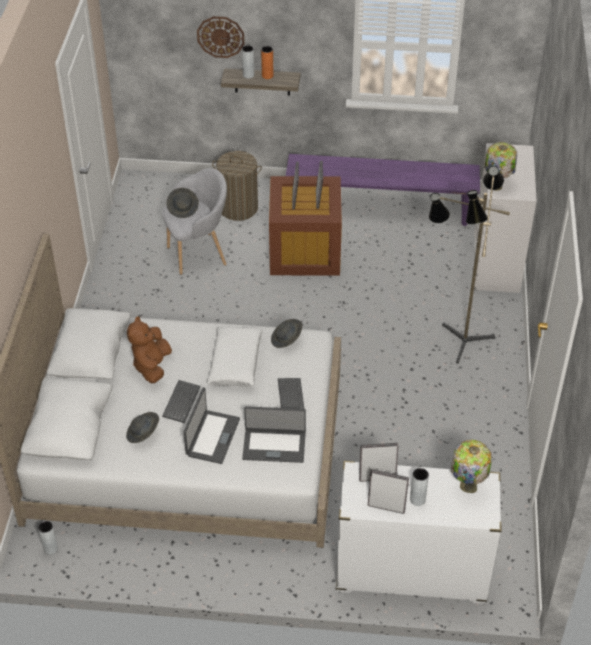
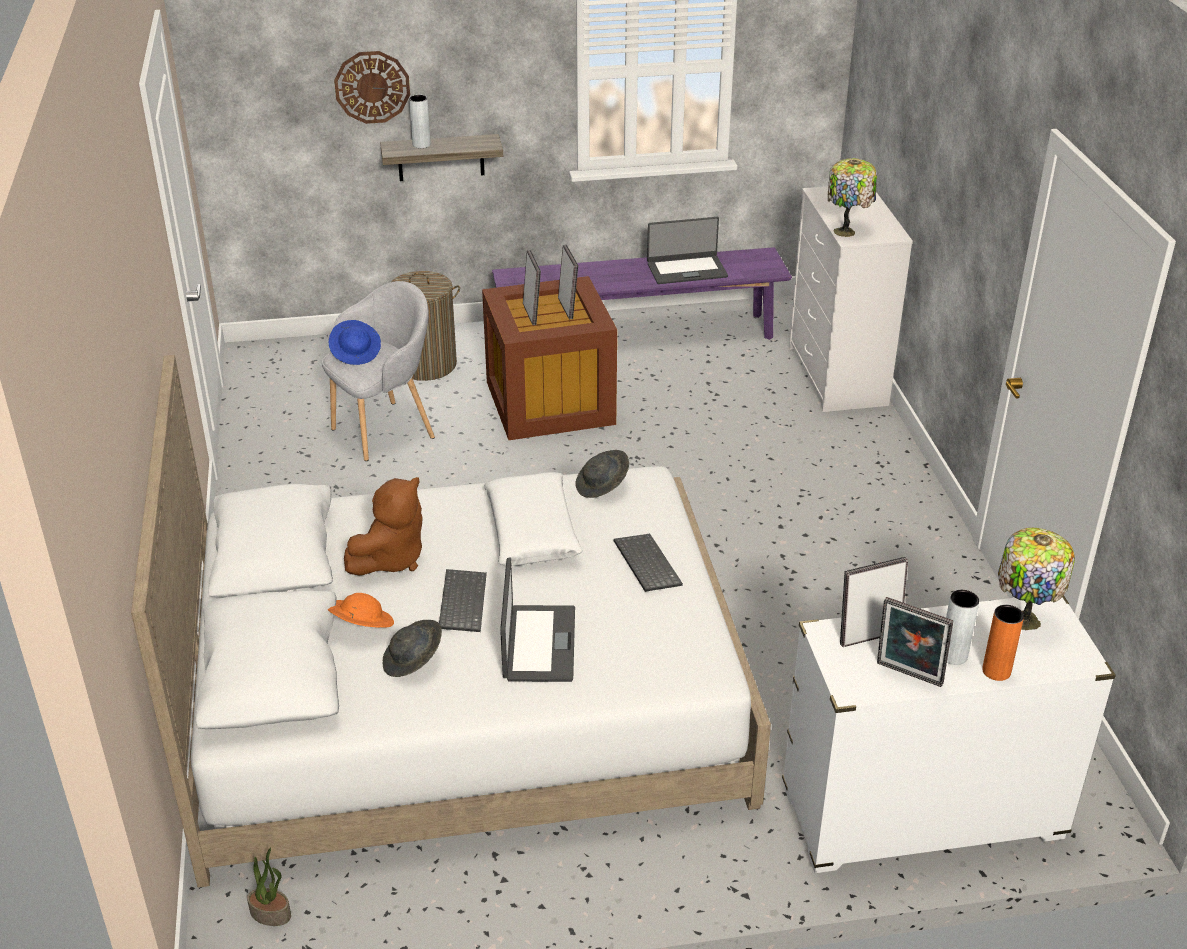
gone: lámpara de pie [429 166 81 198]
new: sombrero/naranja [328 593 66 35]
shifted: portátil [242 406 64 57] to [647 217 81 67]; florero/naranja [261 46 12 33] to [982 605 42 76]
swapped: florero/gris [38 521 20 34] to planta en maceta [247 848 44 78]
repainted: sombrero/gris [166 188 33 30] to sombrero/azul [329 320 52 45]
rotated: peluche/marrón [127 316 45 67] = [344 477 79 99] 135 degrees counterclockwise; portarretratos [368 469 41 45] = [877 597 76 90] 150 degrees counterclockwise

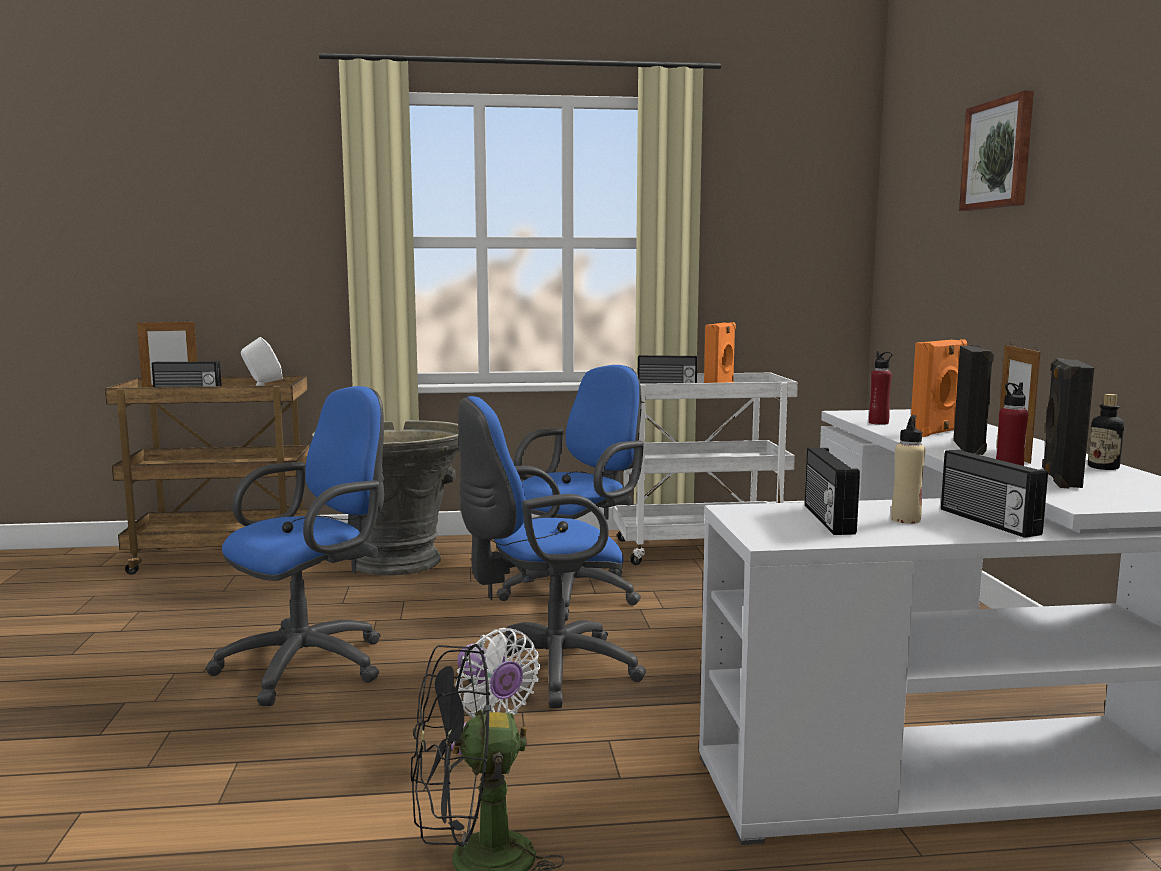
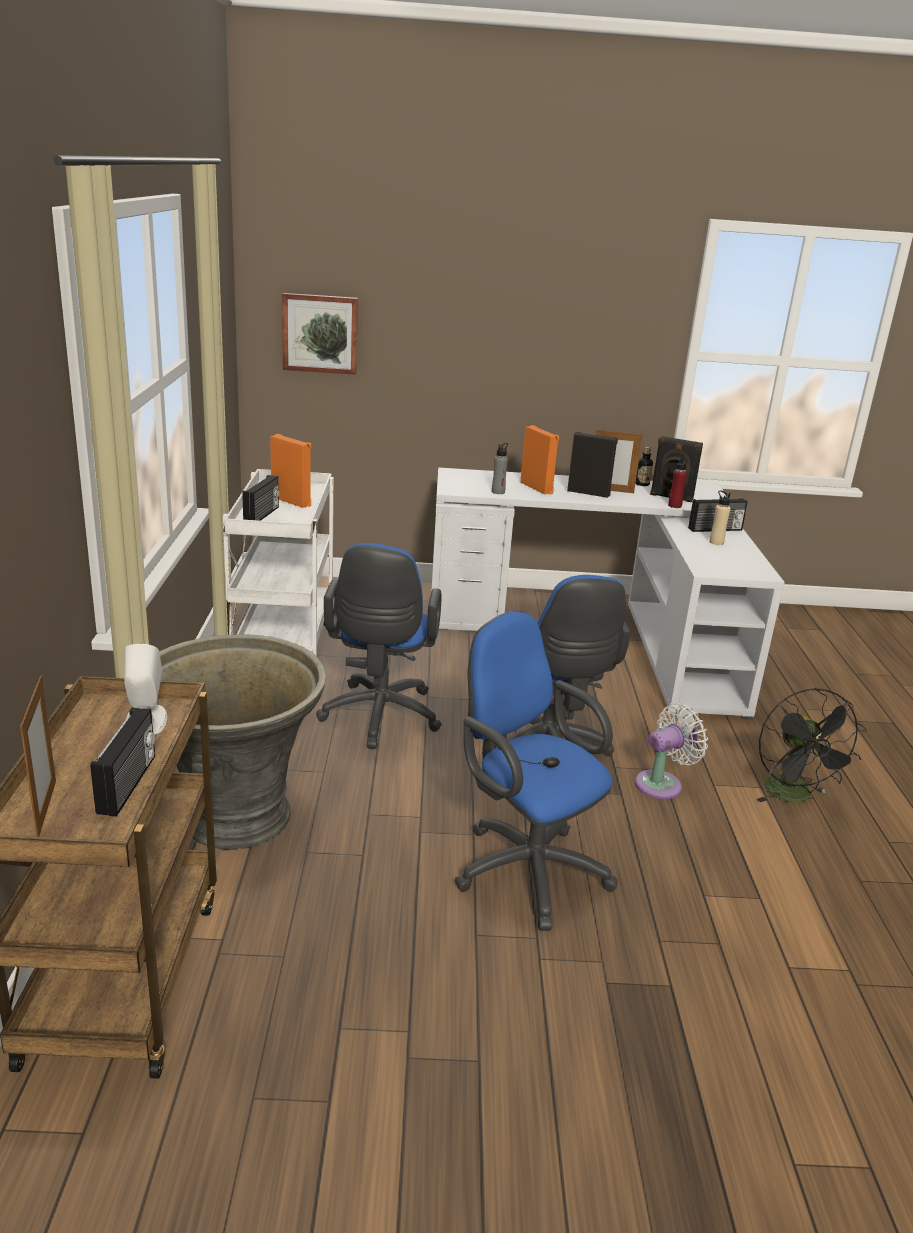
gone: radio [805 447 55 88]
shifted: cuadro [959 91 75 120] to [282 293 76 82]
repainted: botella/rojo [869 351 24 74] to botella/gris [492 443 16 51]
rotated: silla de oficina/azul [497 365 147 256] = [316 543 126 206] 135 degrees counterclockwise

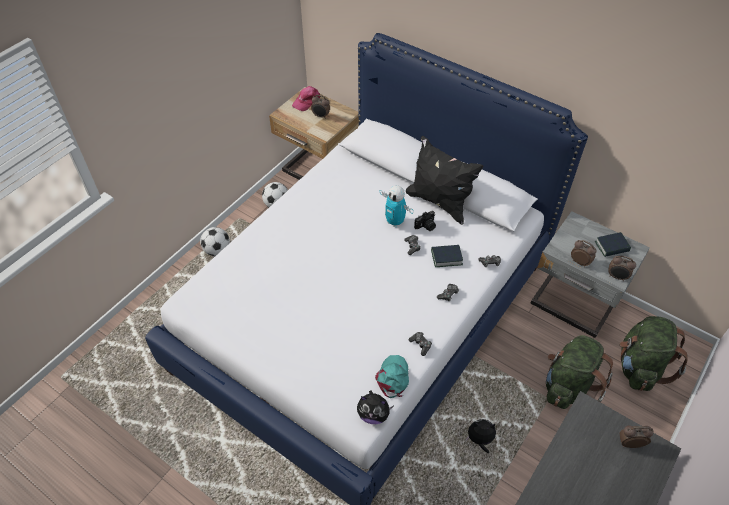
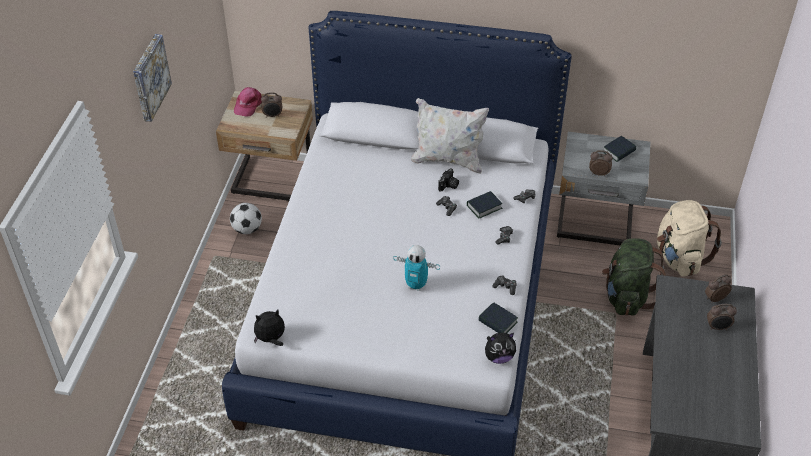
gone: balón de fútbol [200 227 30 29]
new: cuadro [133 34 39 88]
shifted: robot de juguete [379 186 35 42] to [393 245 47 46]; peluche [466 419 30 34] to [254 310 31 36]; despertador [608 255 28 26] to [707 304 30 26]
swapped: gorra/turquesa [375 355 34 43] to libro [478 302 40 31]
repainted: cojín/negro [406 136 77 89] to cojín/blanco [411 98 78 76]; mochila/verde [619 316 68 75] to mochila/beis [657 200 64 77]

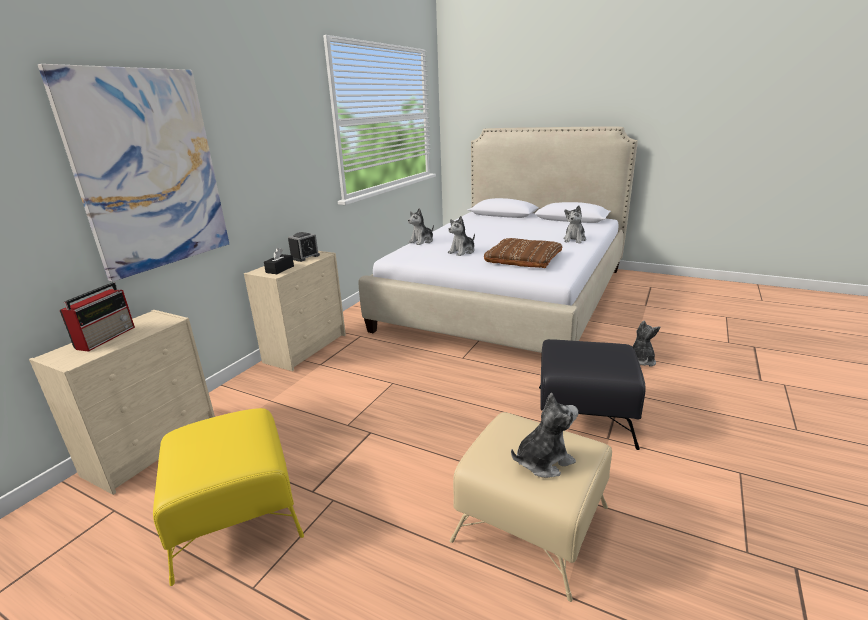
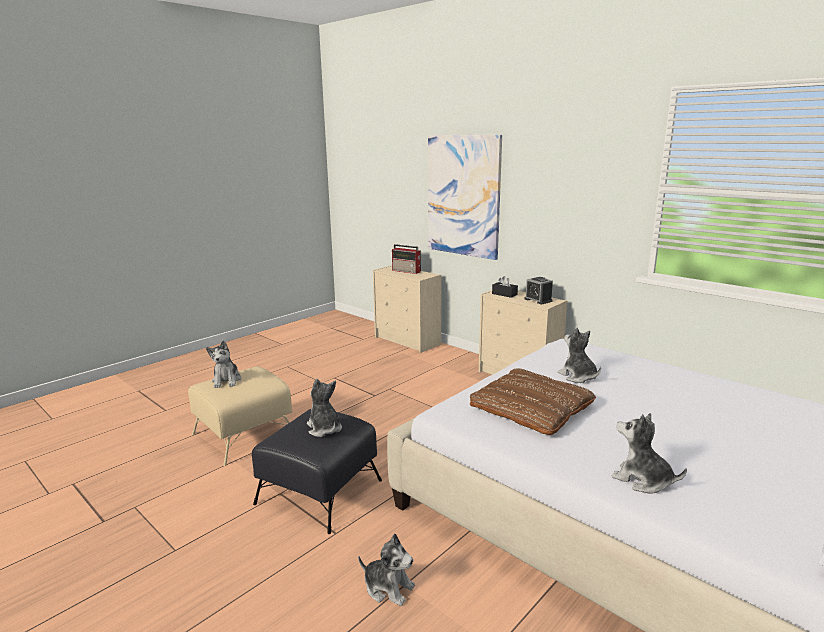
gone: puf/amarillo [153 408 151 178]
shifted: peluche [408 208 26 37] to [307 379 35 58]

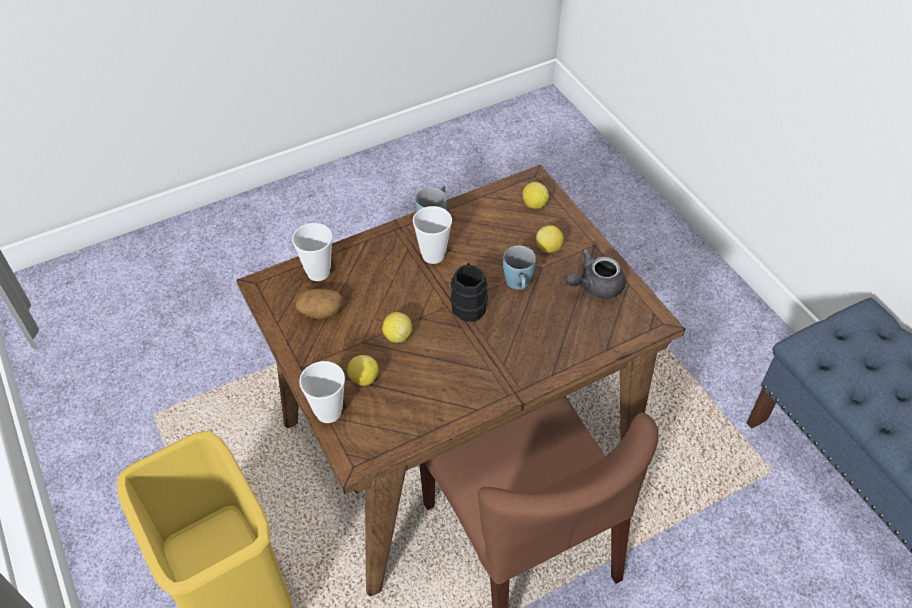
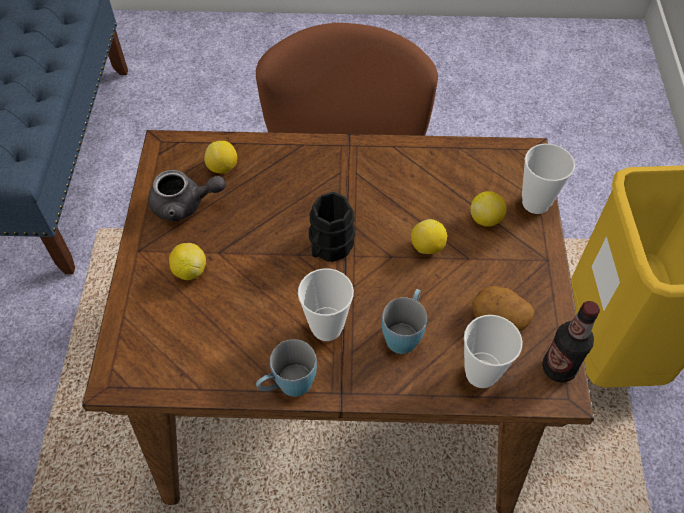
new: botella [542 301 58 82]
shifted: taza grande/azul [503 245 33 45] to [382 289 45 65]; limón [522 182 27 27] to [204 141 33 33]

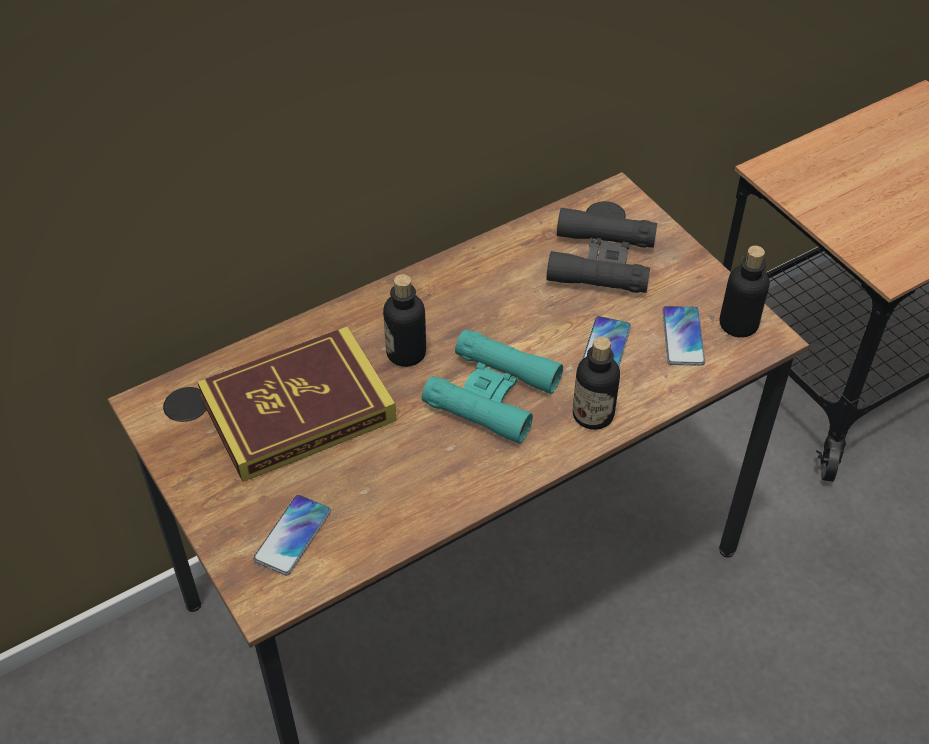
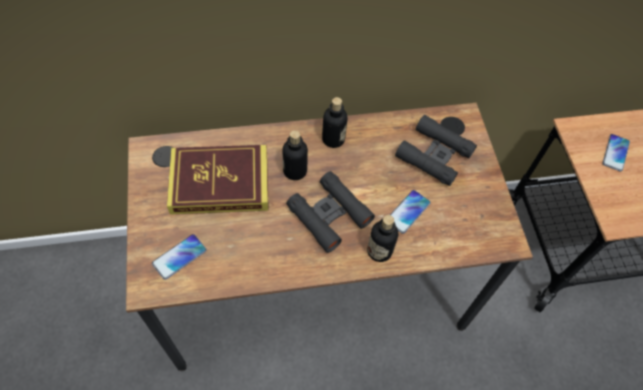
shifted: móvil [662 306 43 60] to [602 134 28 38]; botella [720 246 50 92] to [322 97 26 51]
repainted: prismáticos/turquesa [422 329 141 115] to prismáticos/negro [286 171 89 82]

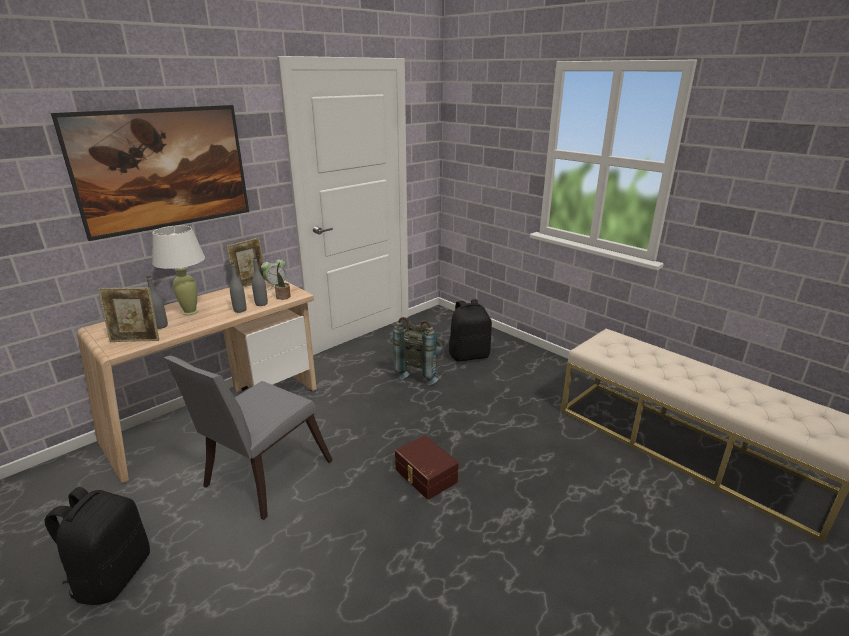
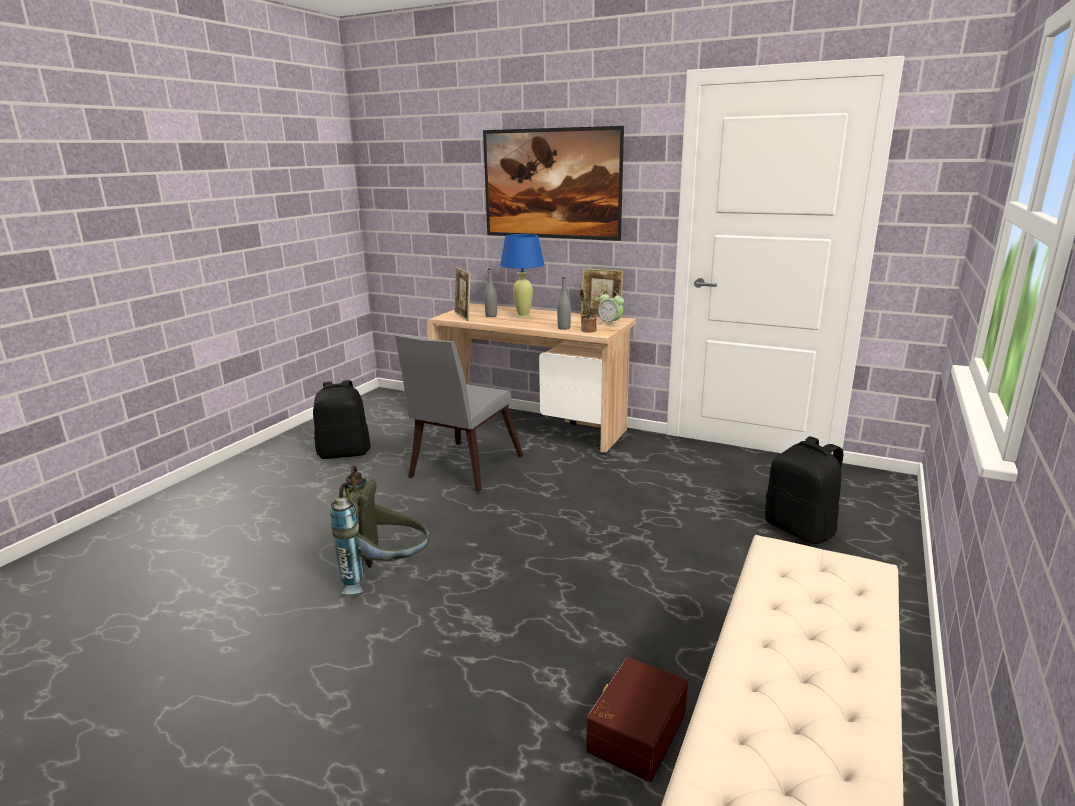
gone: botella/gris [230 263 17 50]
shifted: mochila/gris [393 317 50 68] to [331 465 99 129]; caja de almacenaje/marrón [395 435 64 65] to [586 657 102 125]
repainted: lámpara de mesa/blanco [152 225 53 90] to lámpara de mesa/azul [500 234 44 84]
rotated: silla/gris [164 356 169 164] = [395 335 128 157] 75 degrees counterclockwise

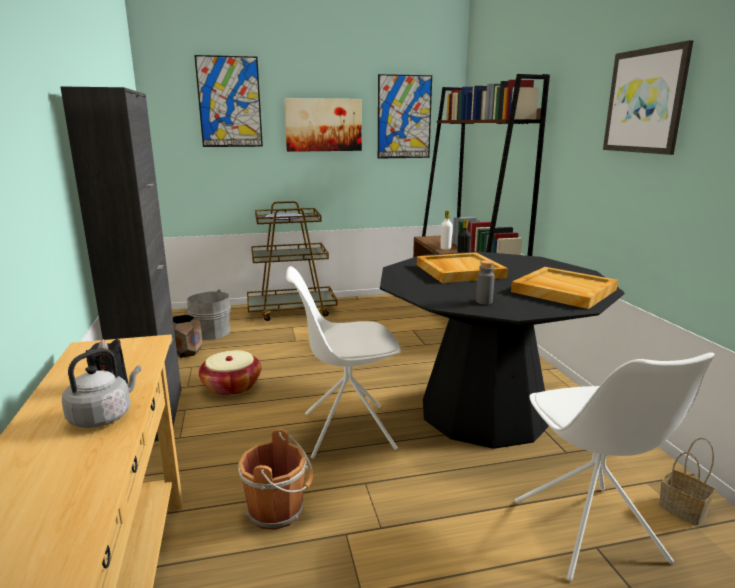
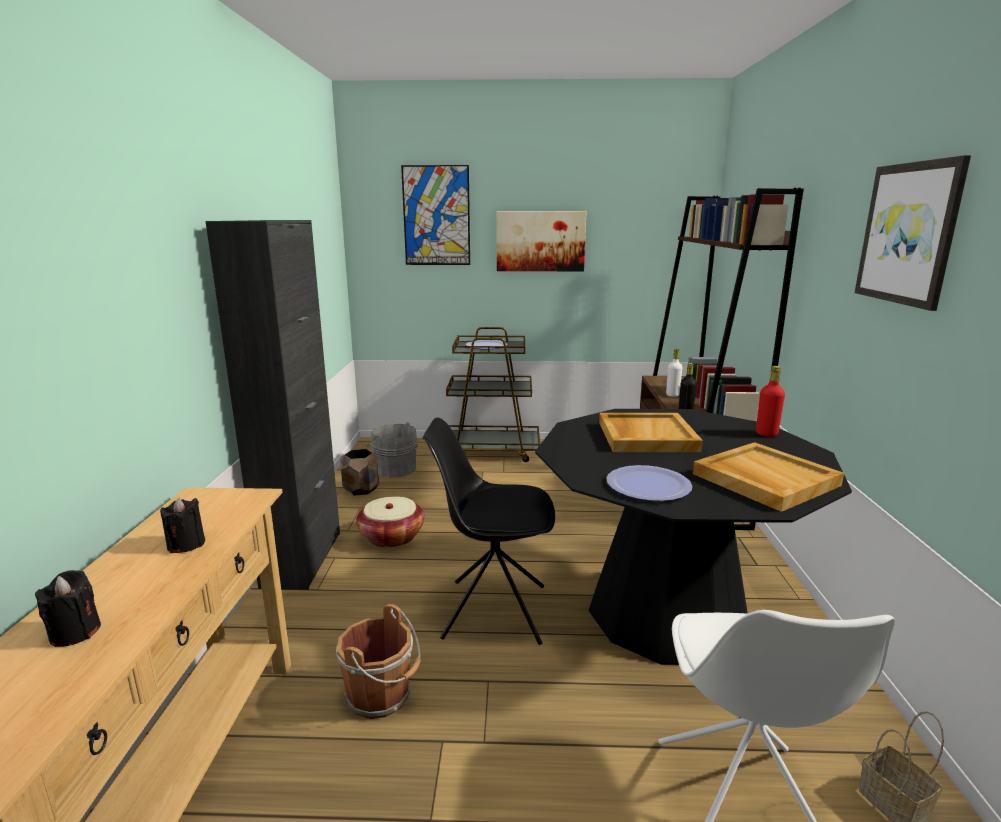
gone: hervidor/gris [62 348 79 80]; cuadro [378 74 54 85]
new: vela/negro [35 570 66 77]; botella/rojo [756 366 29 71]
swapped: botella/gris [476 260 19 44] to plato [606 465 86 36]
repainted: silla/blanco [286 266 115 193] to silla/negro [422 418 133 227]

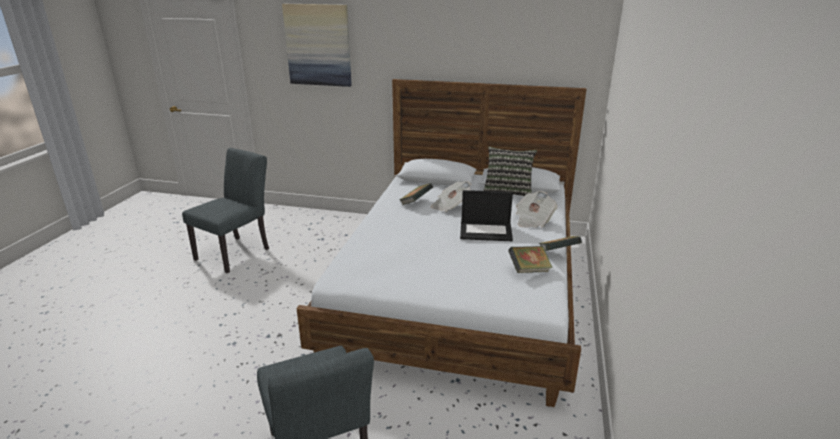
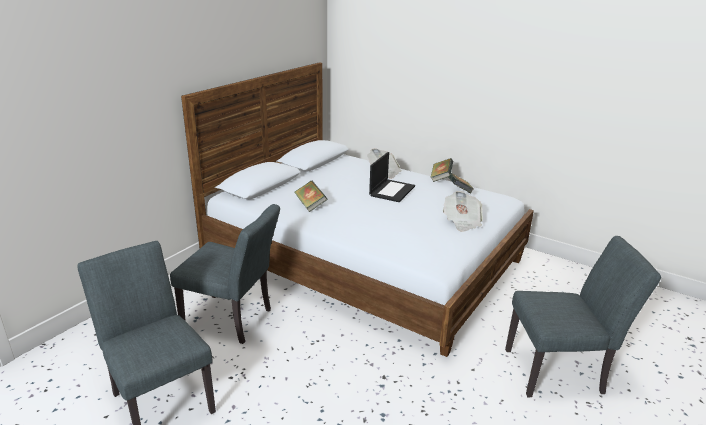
gone: cuadro [282 4 70 83]; cojín [483 147 54 49]
new: silla/gris [170 204 110 140]
shifted: periódico [431 181 40 31] to [443 191 40 41]

